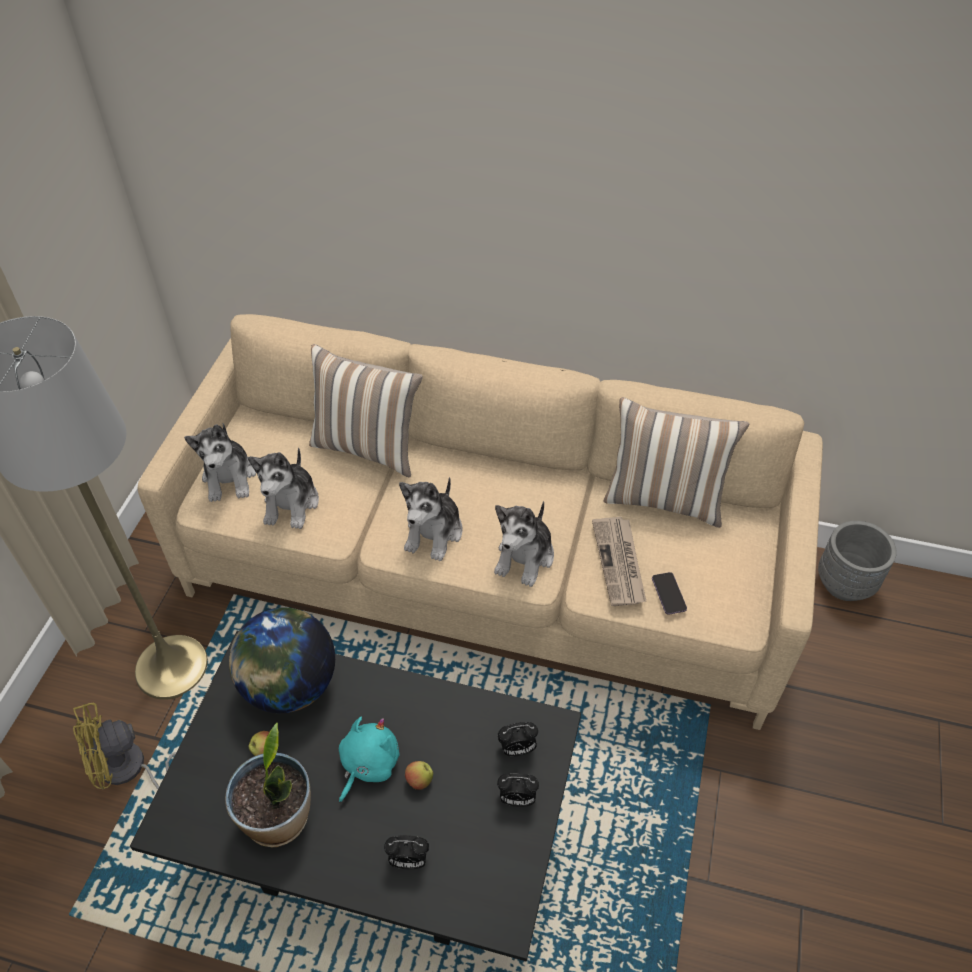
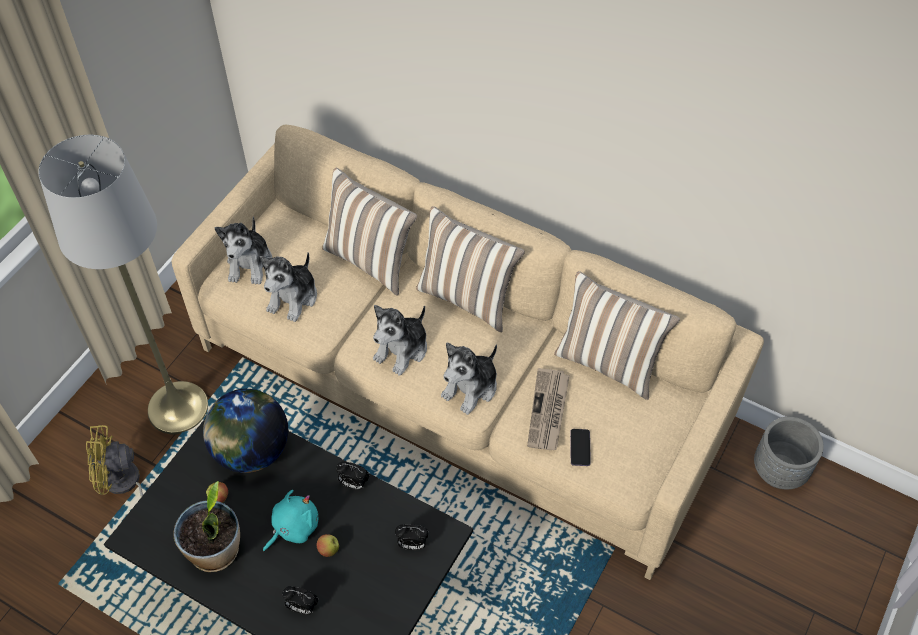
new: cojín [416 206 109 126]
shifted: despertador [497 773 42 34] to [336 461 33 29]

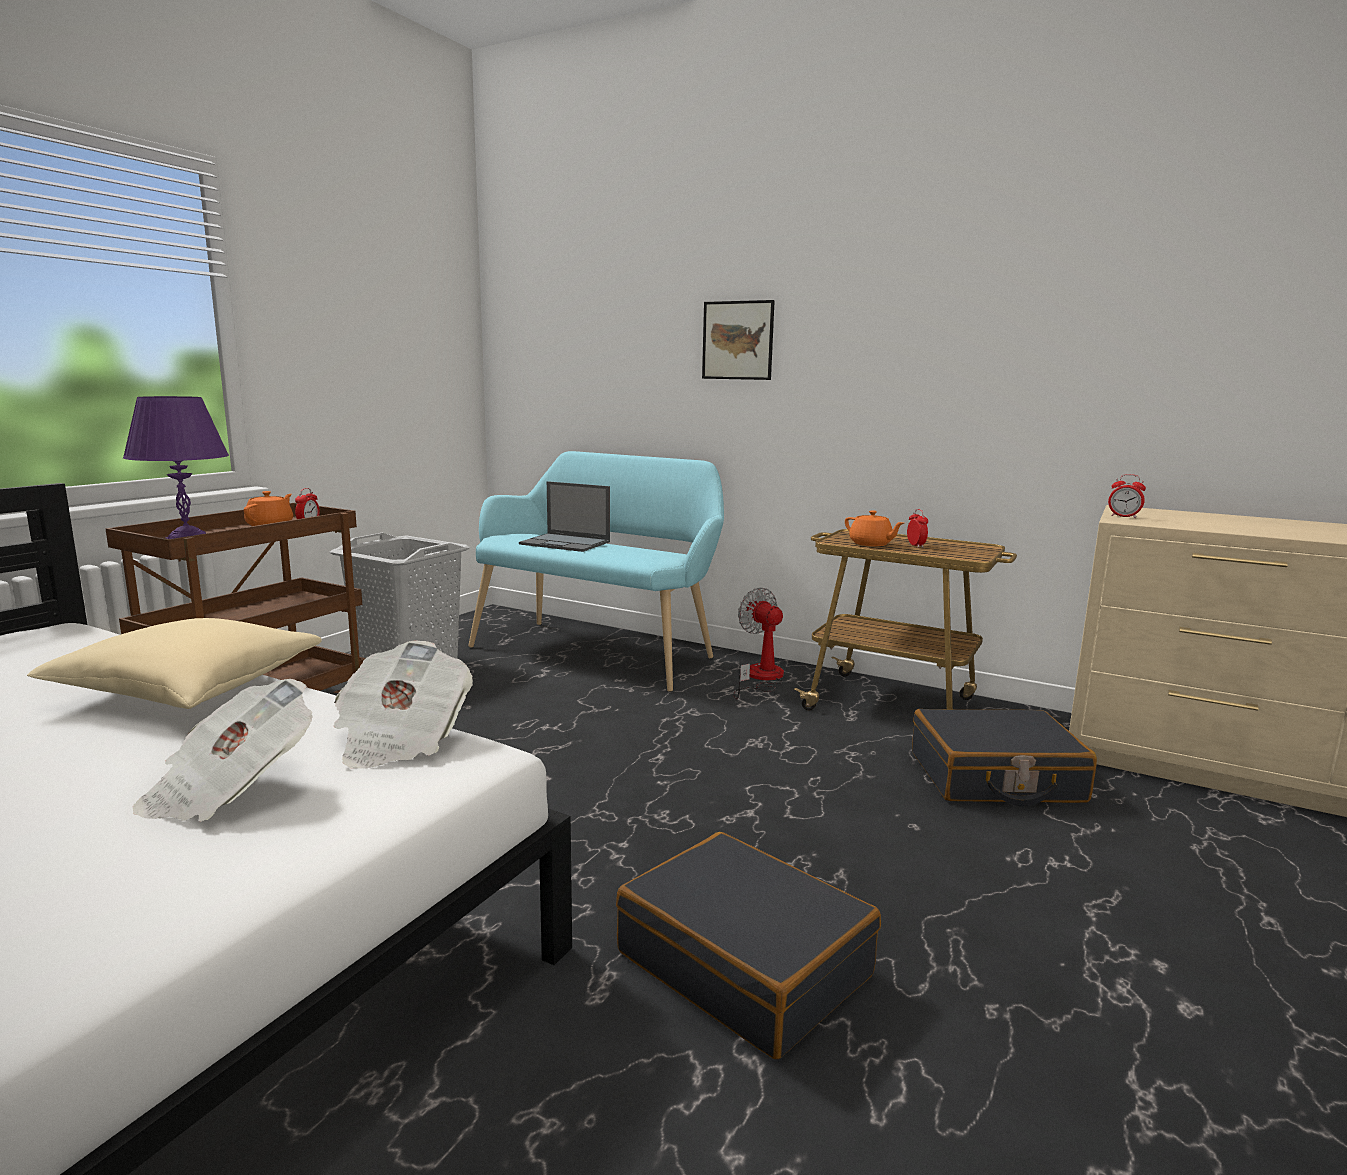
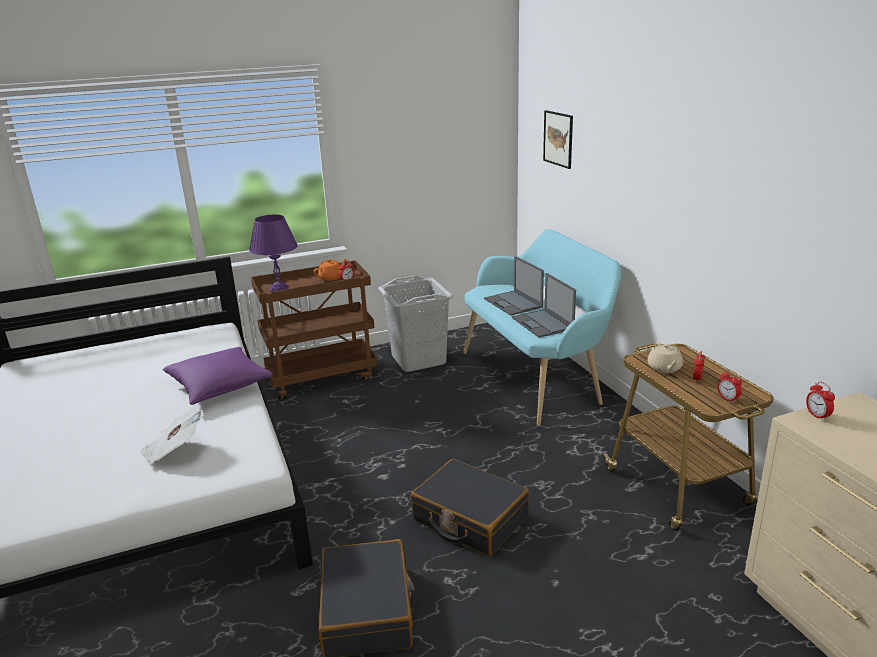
gone: periódico [334 640 139 129]; ventilador [733 587 51 112]
new: portátil [512 273 64 65]; despertador [718 370 24 33]
shifted: cuadro [702 300 73 80] to [543 110 30 59]; maleta/negro [912 709 185 97] to [410 459 120 97]
repainted: cojín/beis [27 618 295 91] to cojín/morado [162 347 111 58]; tetera/naranja [845 510 59 36] to tetera/beis [648 342 35 31]

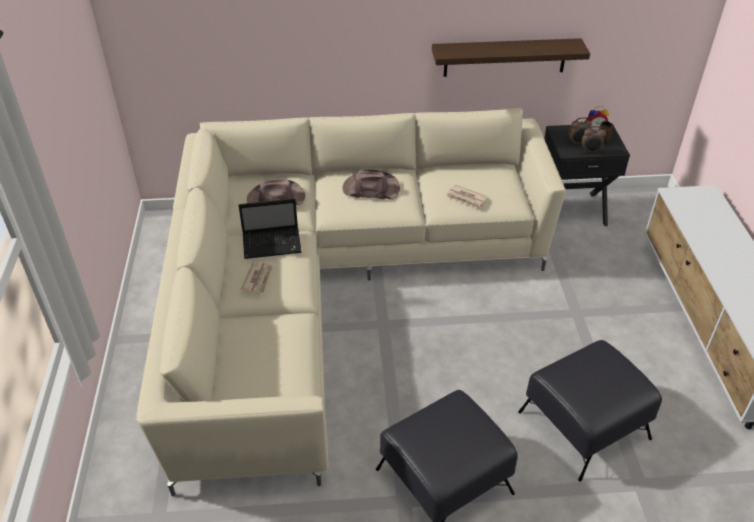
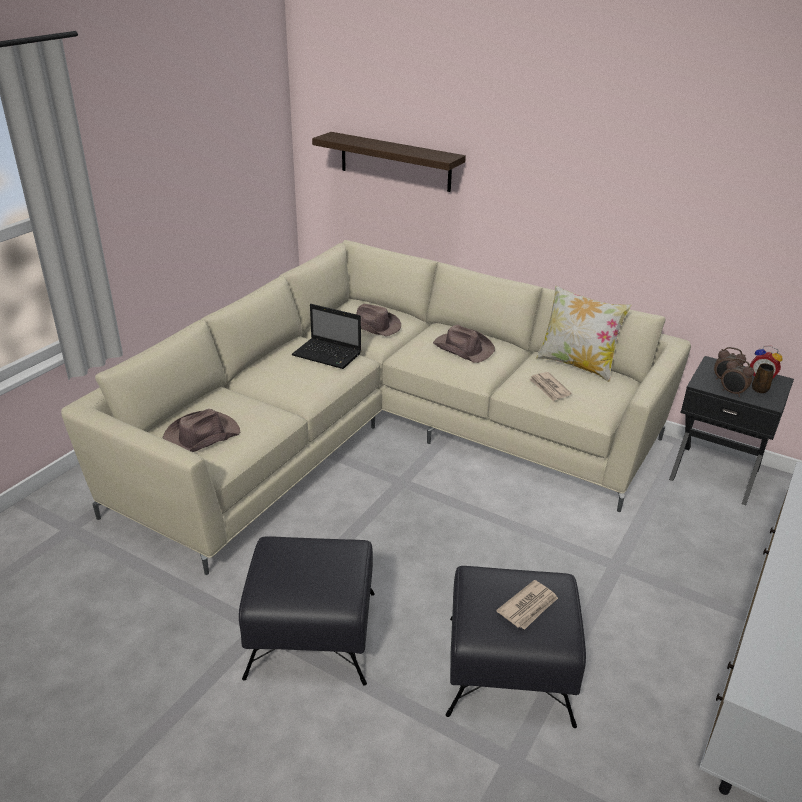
new: sombrero/marrón [163 409 77 43]; cojín [536 285 96 97]
shifted: periódico [240 262 33 32] to [496 580 62 50]; estante [432 38 158 39] to [312 132 154 60]

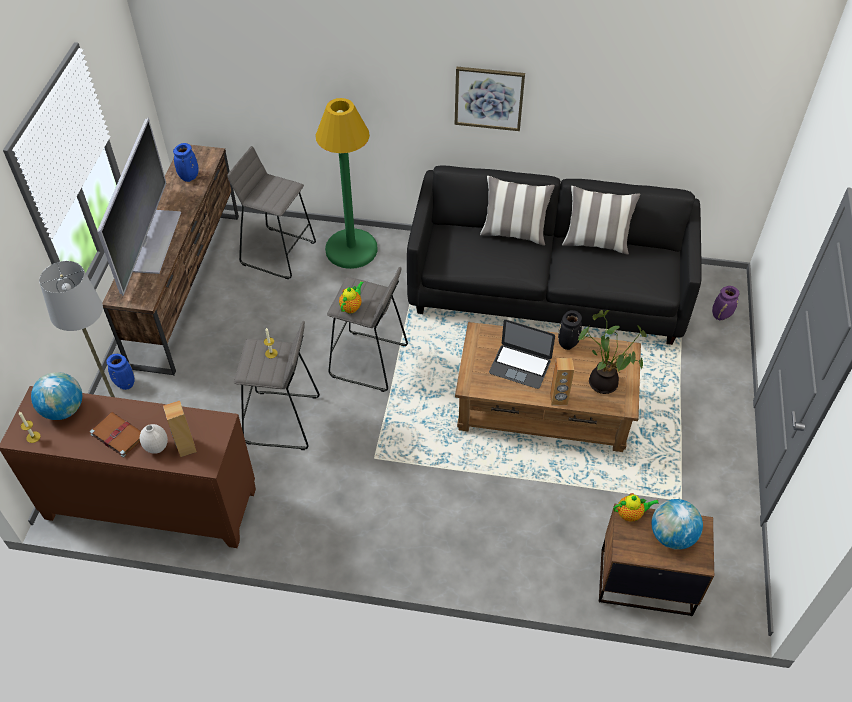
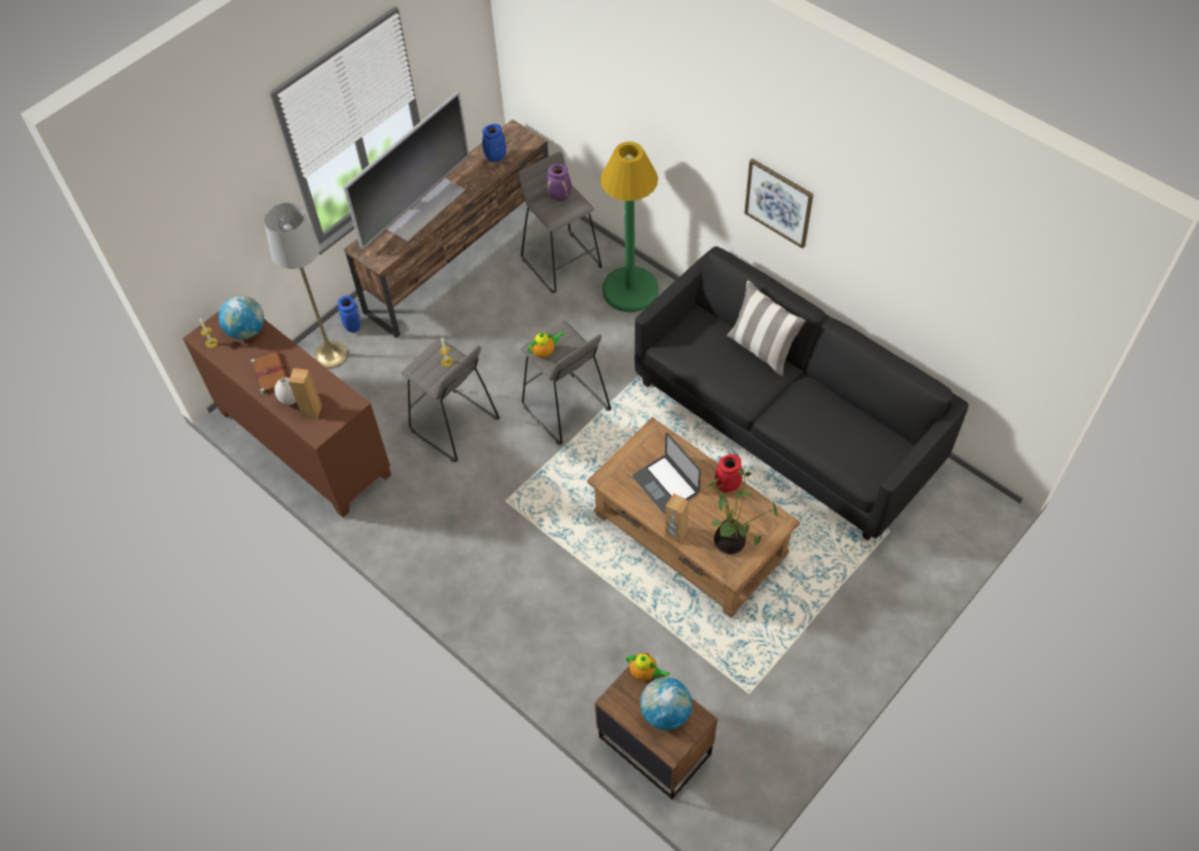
gone: cojín [562 186 78 69]
shifted: florero/morado [712 286 28 34] to [547 164 24 37]
repainted: florero/negro [558 310 24 40] to florero/rojo [715 454 27 38]

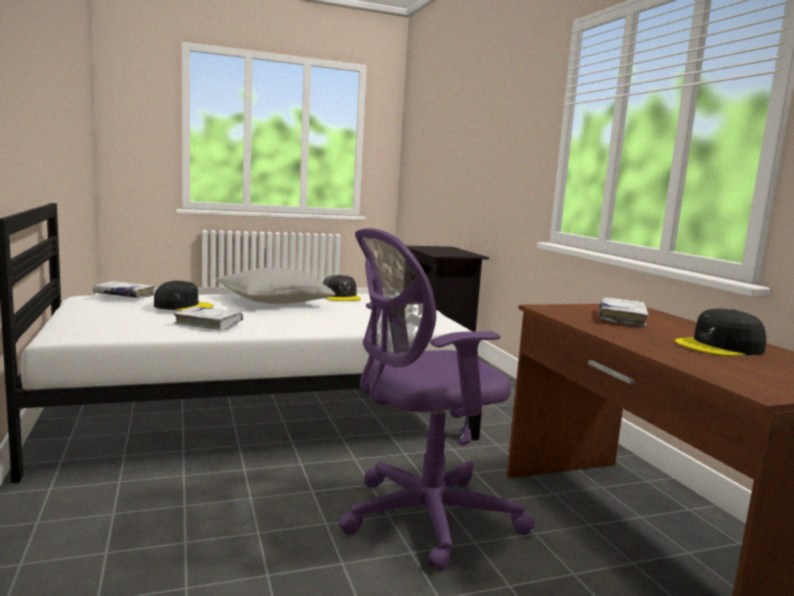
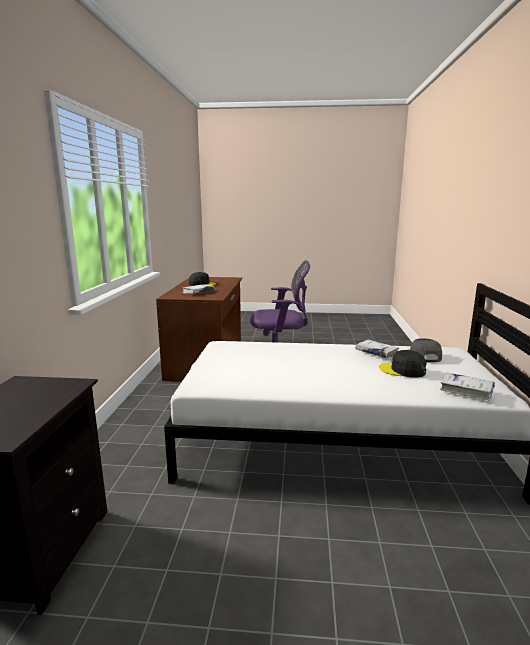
gone: cojín/gris [216 268 119 36]
shifted: gorra/gris [323 275 38 26] to [407 338 35 24]

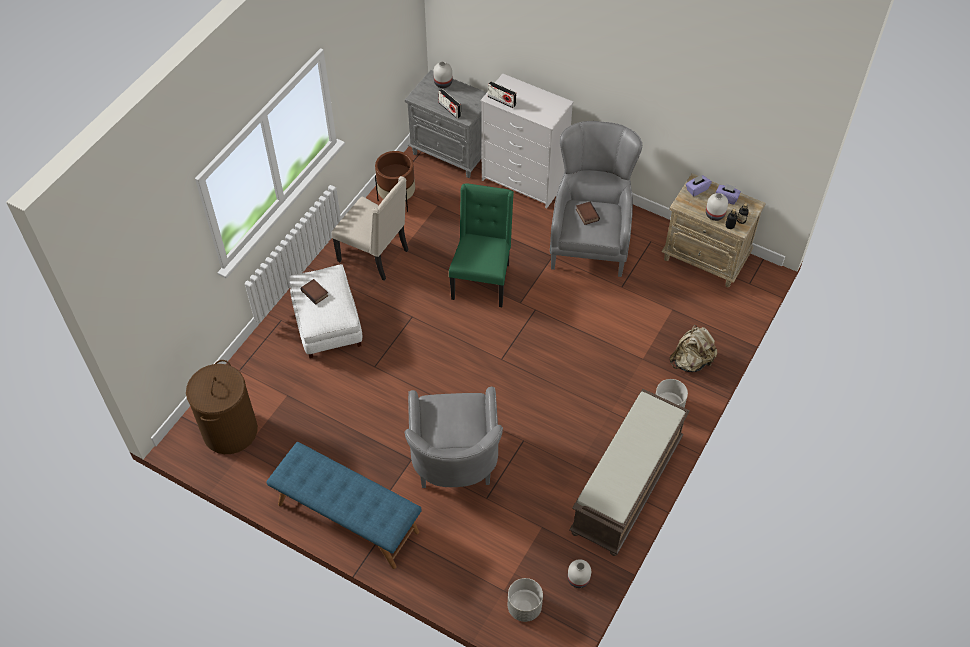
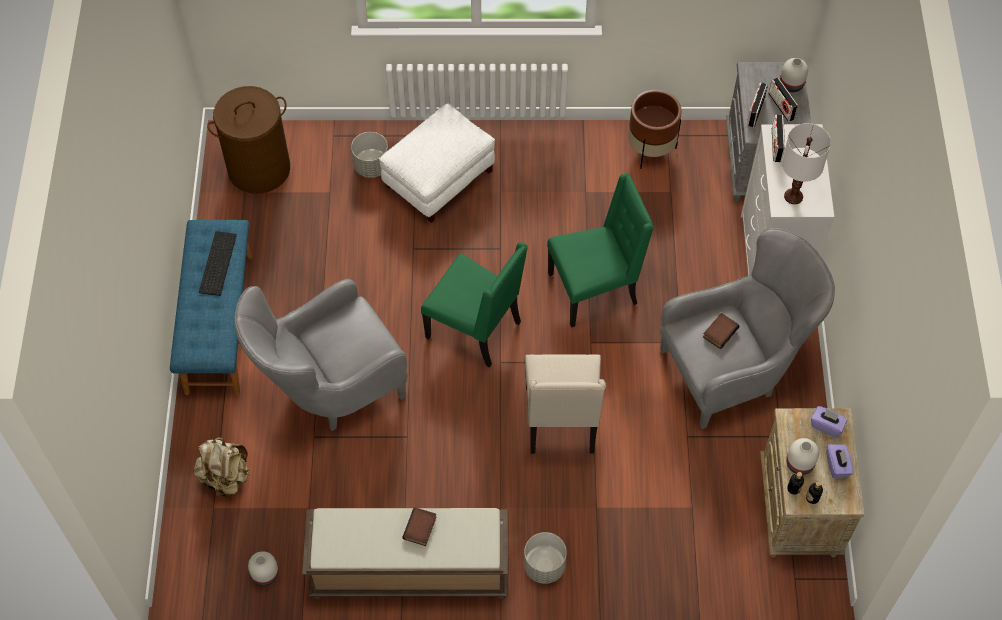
new: teclado [199 231 38 65]; silla/verde [421 242 107 126]; radio [768 78 30 44]; lámpara de mesa/blanco [782 123 49 81]
shifted: libro [301 279 27 26] to [403 507 33 39]; silla/beis [331 176 77 104] to [525 355 81 99]; maceta/gris [508 578 35 44] to [351 132 37 46]; mochila/beis [670 325 47 47] to [194 438 55 59]

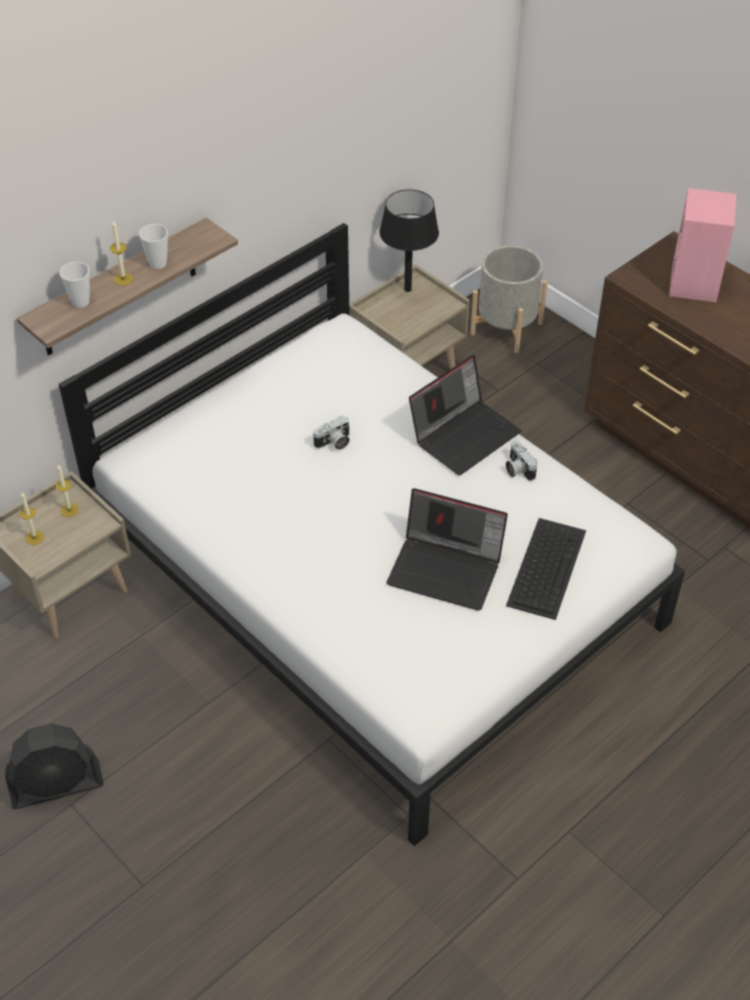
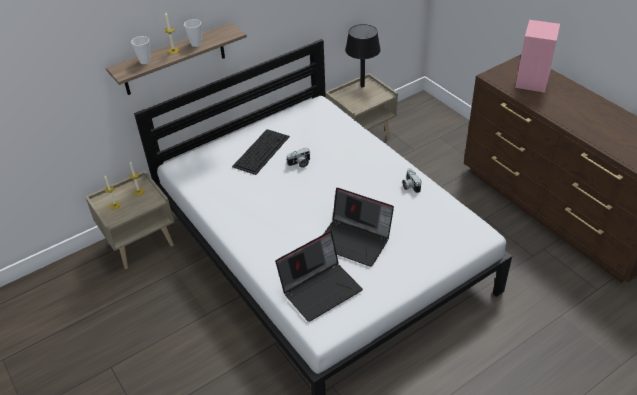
gone: ventilador/negro [5 724 99 85]; maceta/gris [470 245 78 108]
shifted: portátil [409 355 113 121] to [275 231 88 91]; teclado [506 518 80 102] to [232 129 58 46]

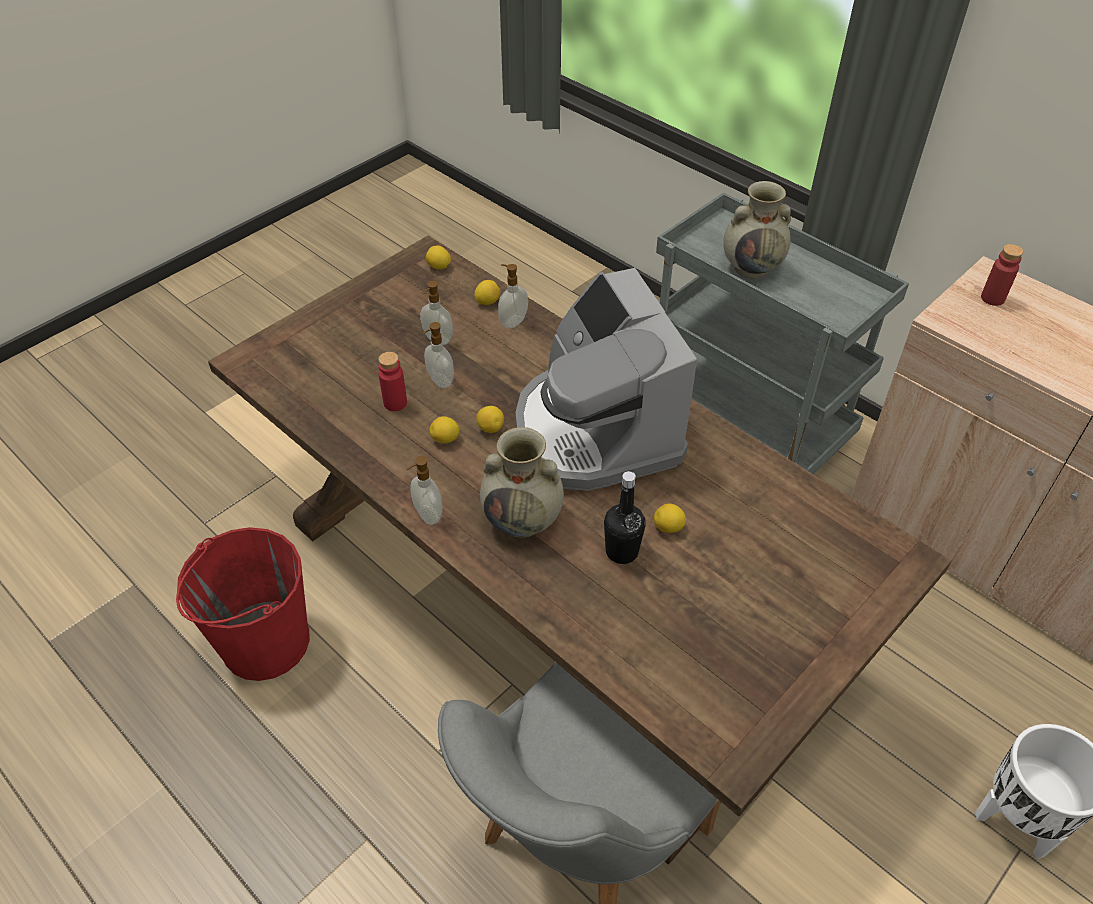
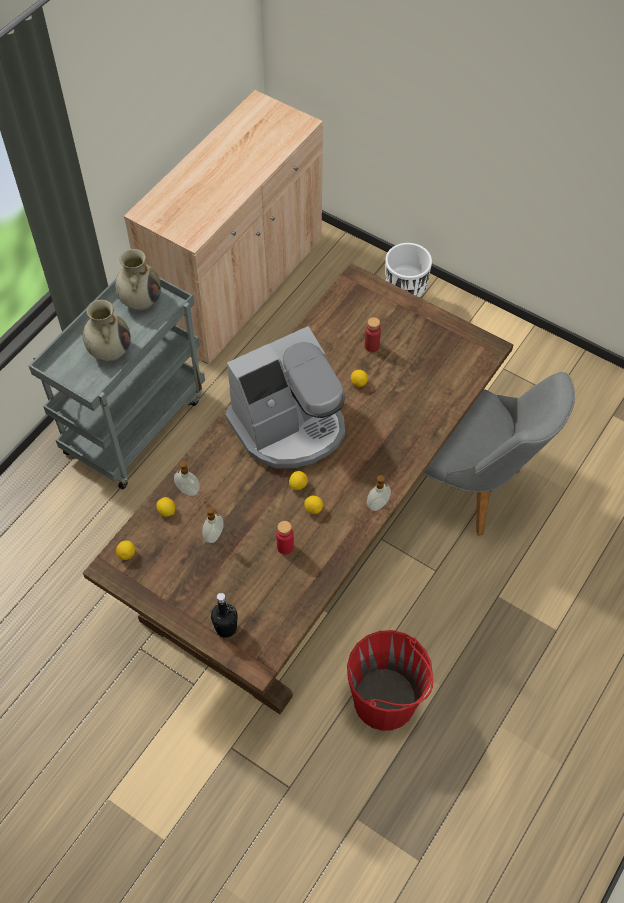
gone: dispensador de jabón [422 322 32 66]
shifted: florero/beis [480 427 84 111] to [115 249 46 62]; botella/negro [604 471 42 93] to [211 593 27 45]; botella/rojo [981 244 43 62] to [365 317 16 35]

